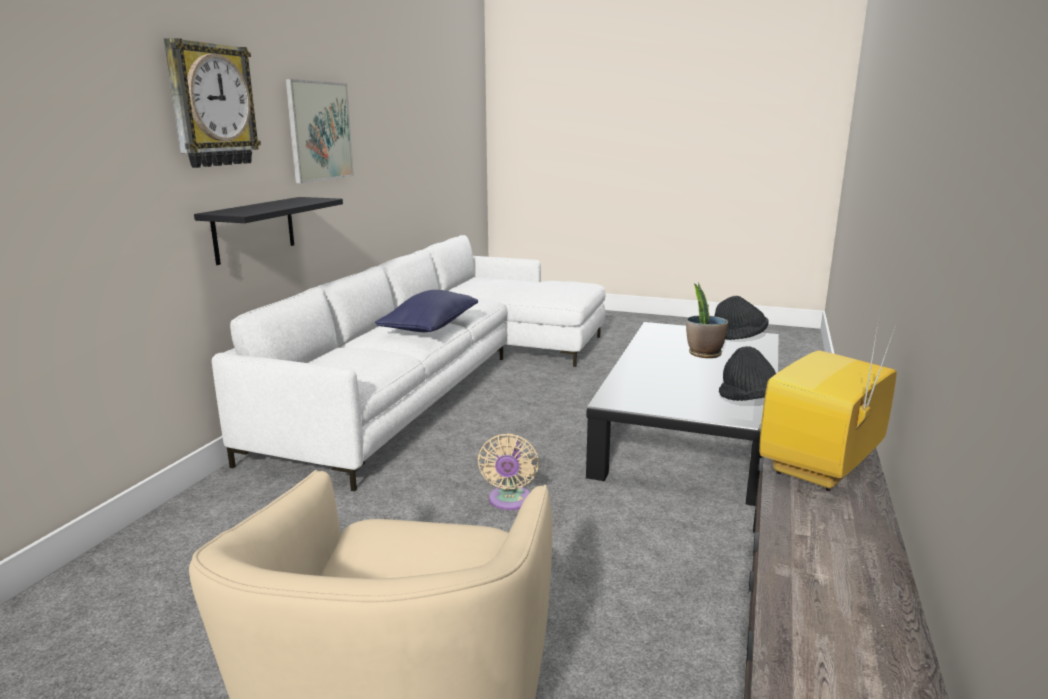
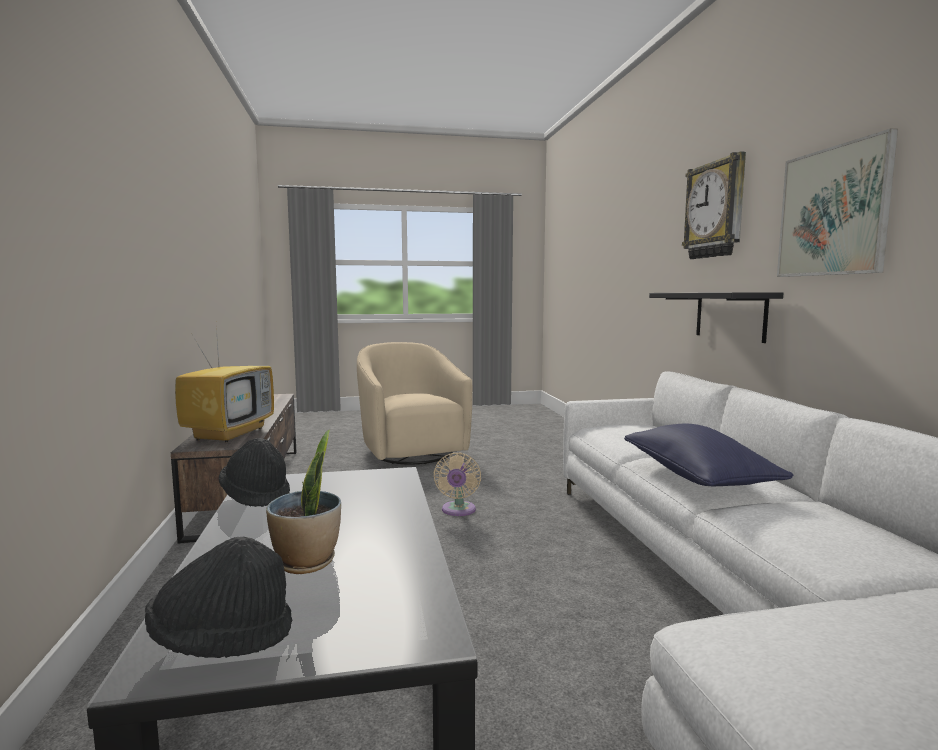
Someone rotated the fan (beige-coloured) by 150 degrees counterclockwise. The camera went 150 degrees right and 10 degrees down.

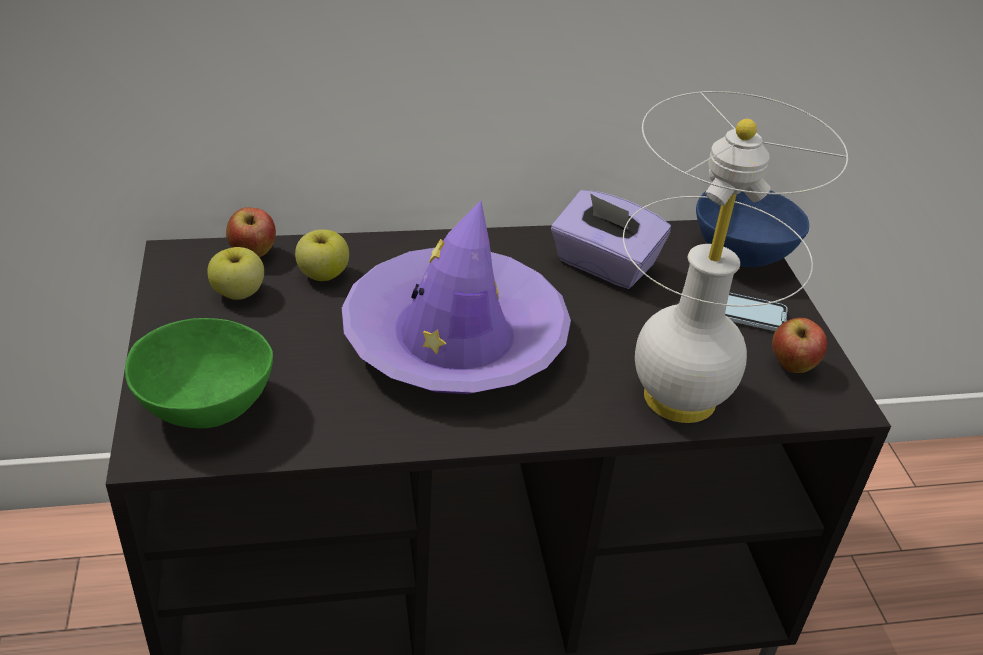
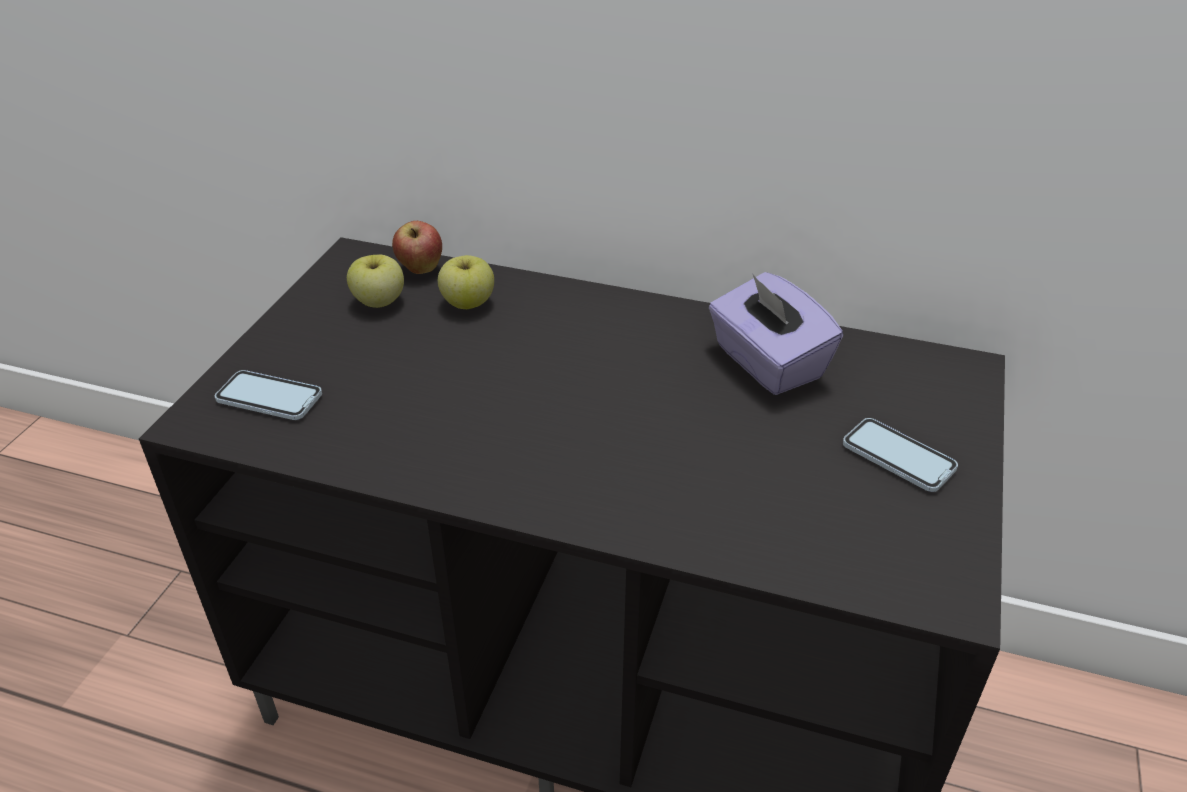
Someone swapped the deep dish (green) for the telephone (1st from left). Someone took away the wearable hat (purple). Someone took away the tabletop lamp (whitish). Someone took away the deep dish (bluish). Someone took away the whole apple (4th from left). The camera went 30 degrees right and 0 degrees up.

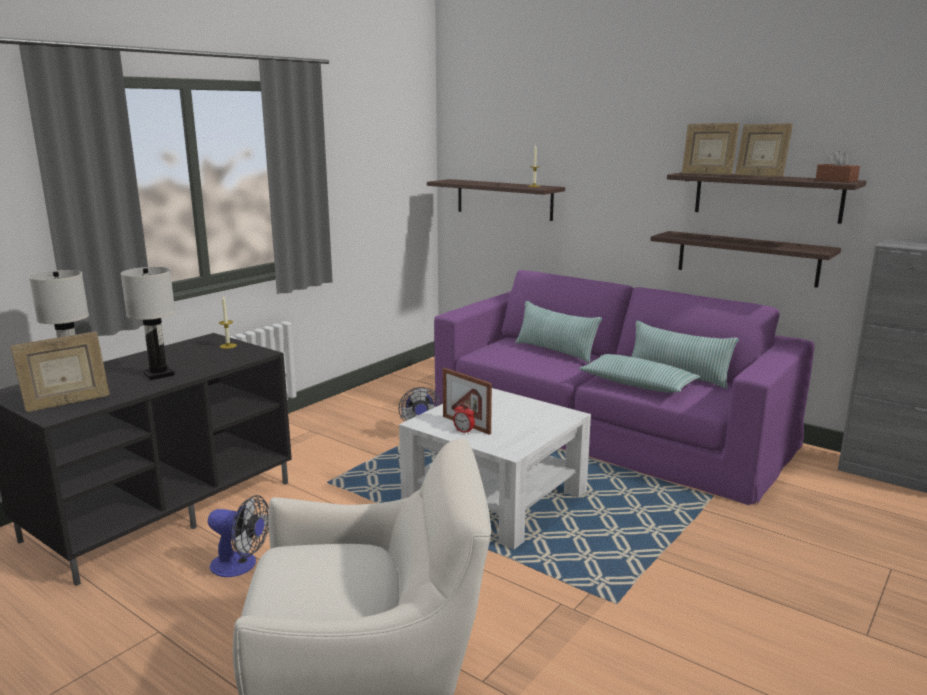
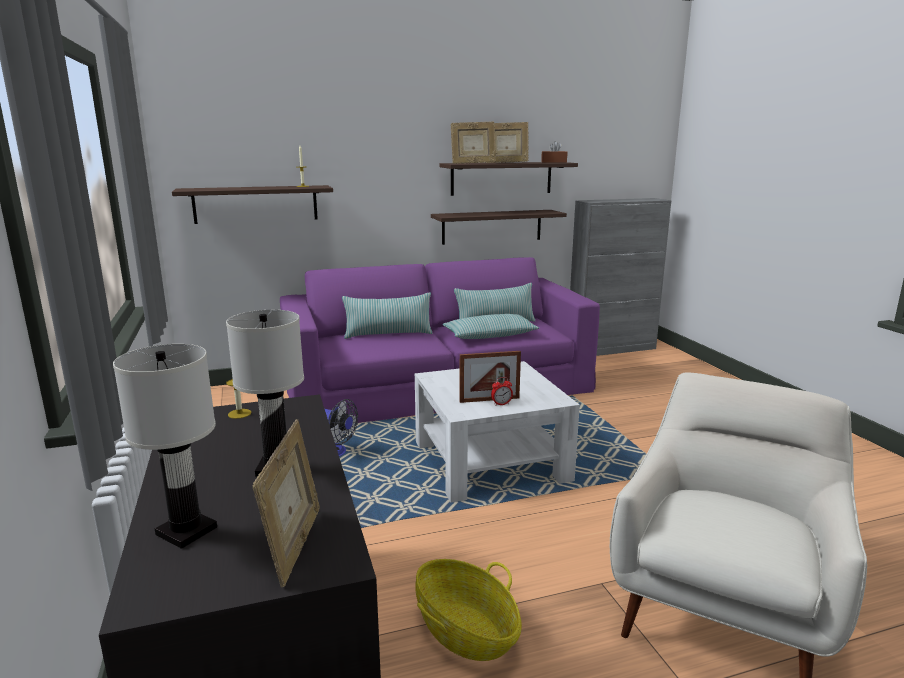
Someone swapped the fan (1st from left) for the household basket. The camera went 55 degrees left and 0 degrees up.

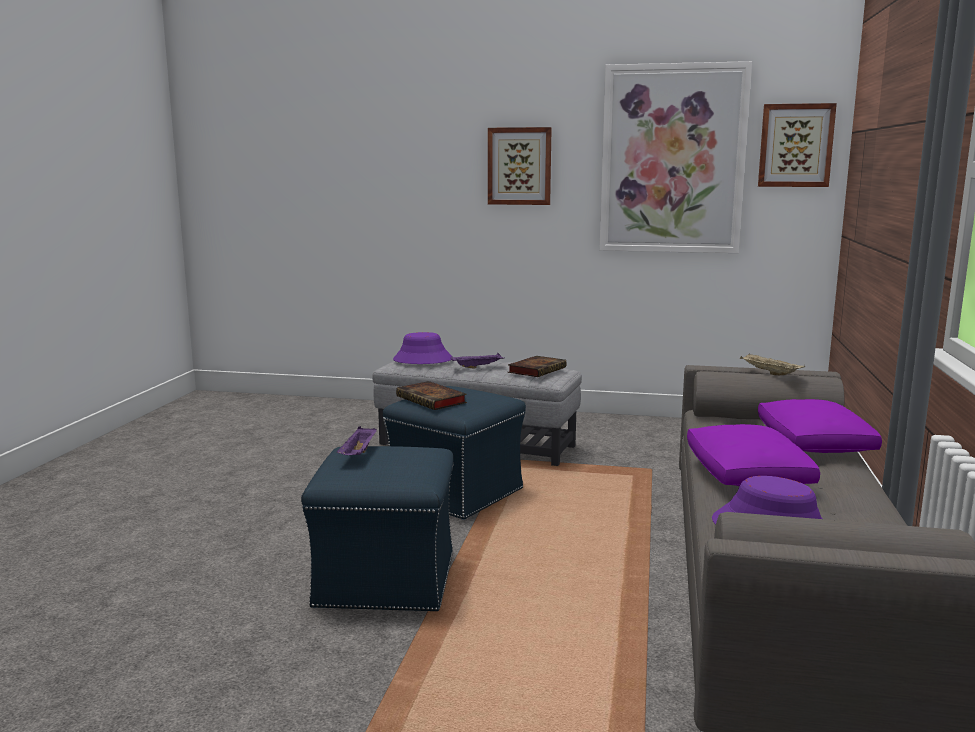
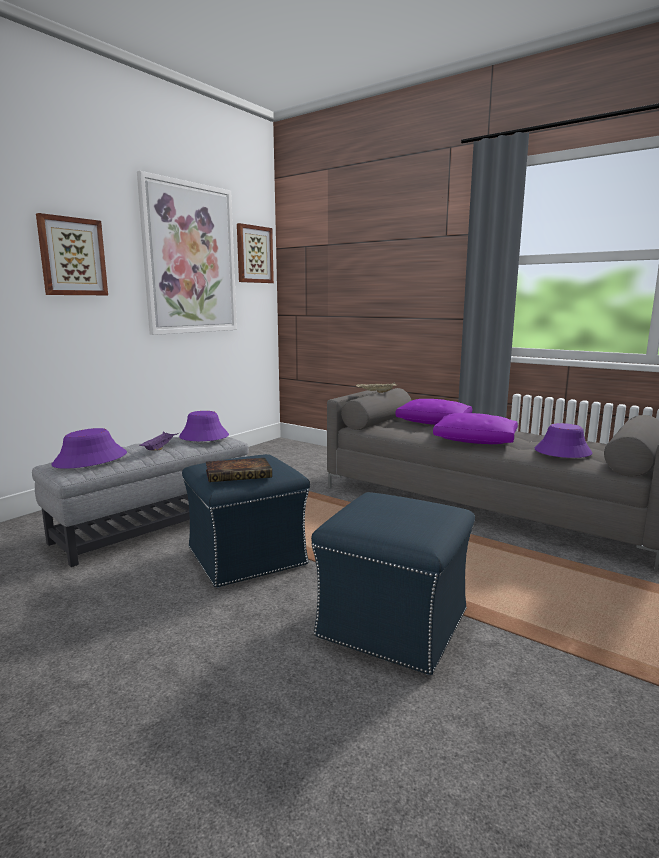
Someone took away the tray (purple) (1st from left). Someone swapped the bound book (2nd from left) for the wearable hat (purple) (2nd from left). The camera went 65 degrees left and 0 degrees up.

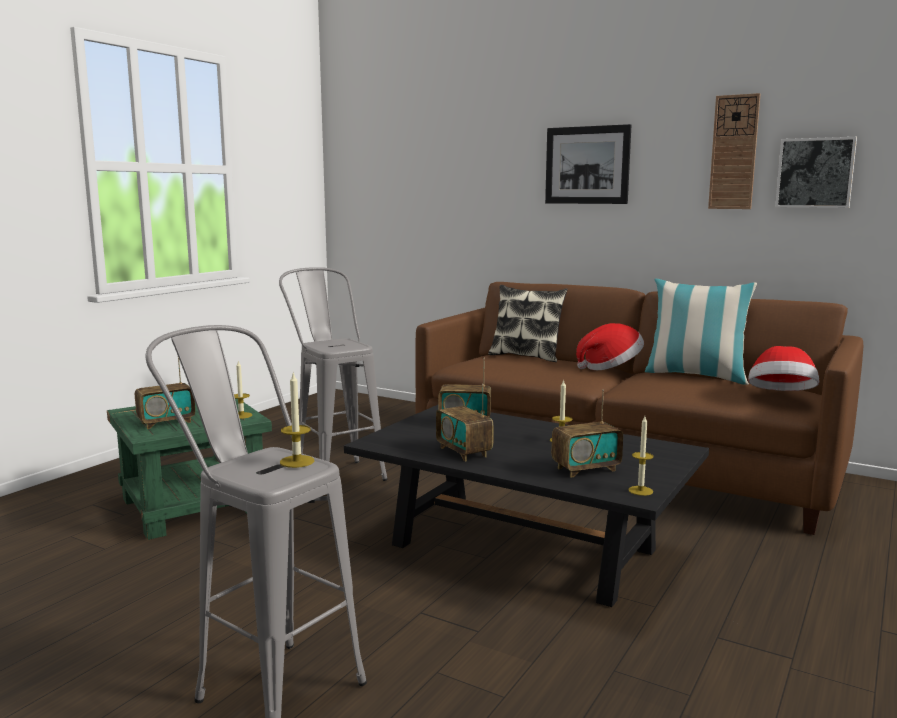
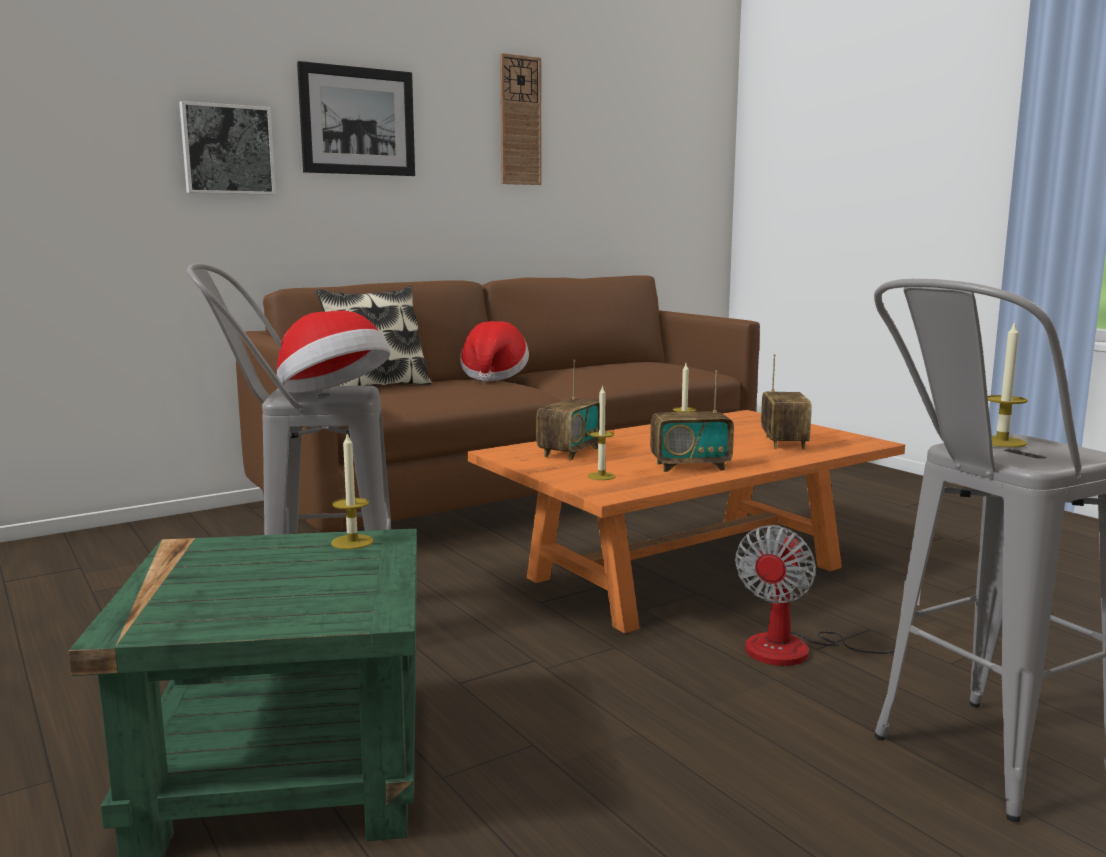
Someone took away the radio receiver (1st from left). Someone repainted the coffee table (blackish), which became the coffee table (orangey). Someone carried the wax light (4th from left in the first image). Someone took away the throw pillow (2nd from left). Someone carried the wearable hat (2nd from left in the first image). Someone carried the wall art (2nd from left in the first image). Someone put down the fan. The camera went 65 degrees left and 0 degrees up.

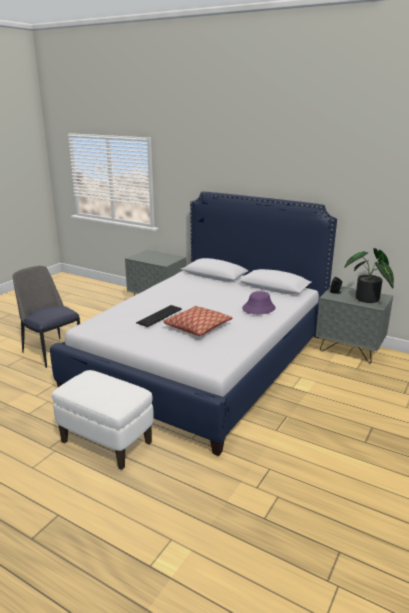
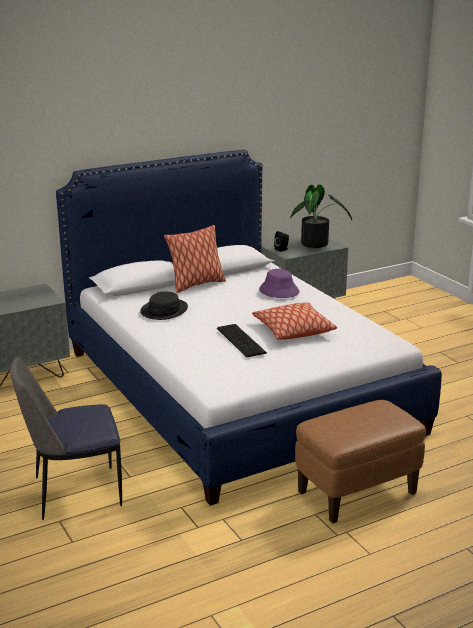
Someone repainted the pouffe (whitish), which became the pouffe (brownish). Someone put down the wearable hat (blackish). Someone put down the throw pillow (1st from left). The camera went 60 degrees left and 0 degrees up.

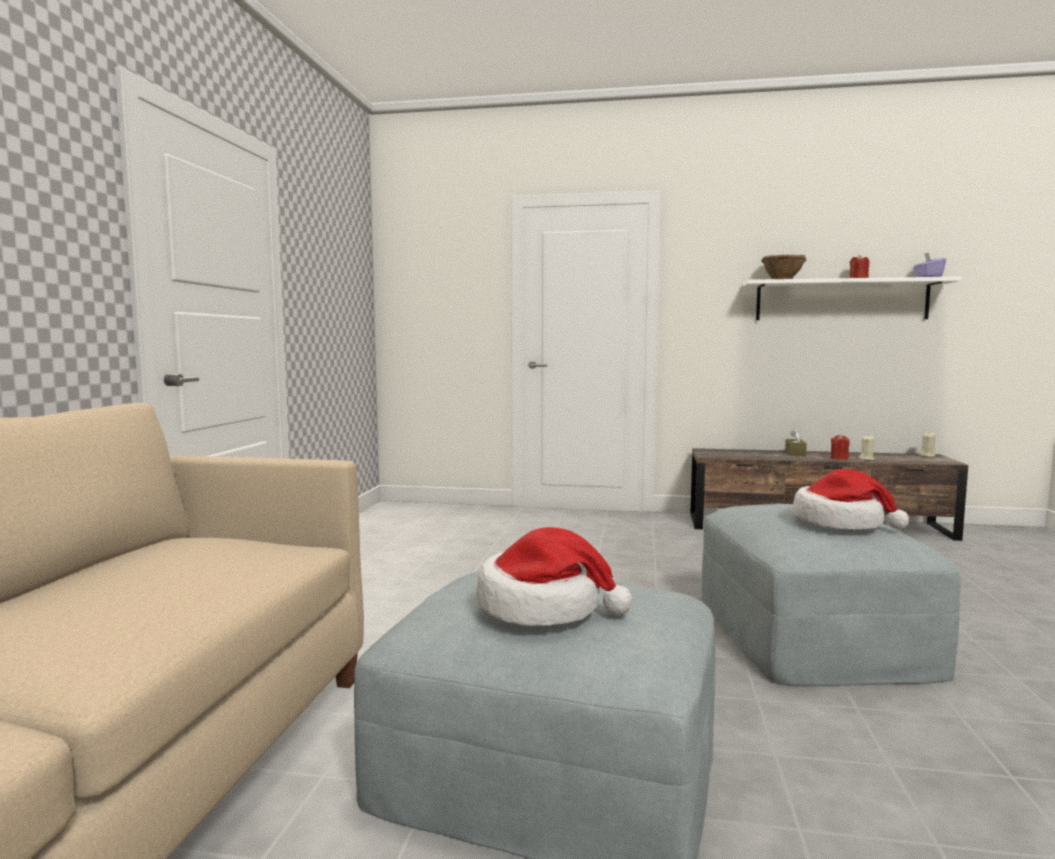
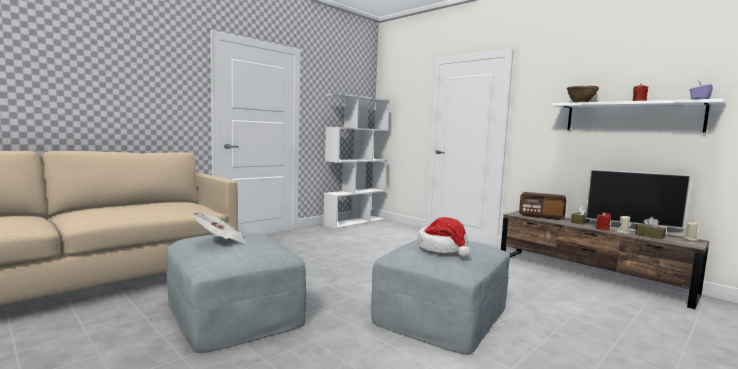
Someone swapped the wearable hat (1st from left) for the daily paper. Someone put down the shelving unit (whitish). Someone put down the radio receiver. Someone put down the TV. Someone put down the box of tissues (brownish) (2nd from left). The camera went 35 degrees right and 0 degrees up.

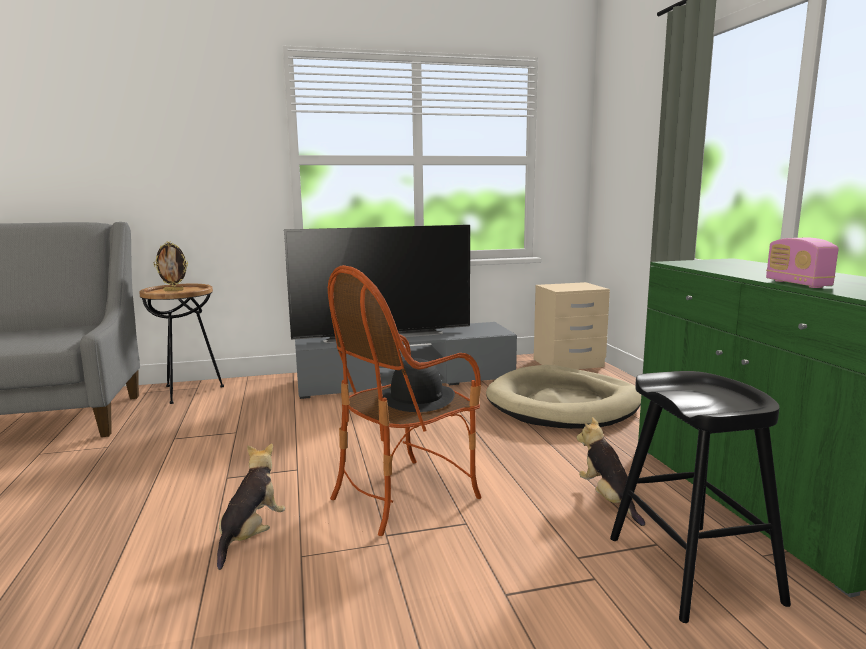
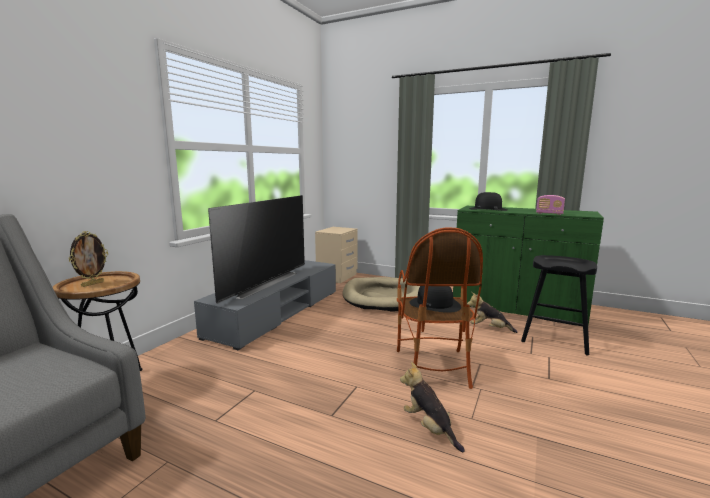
Someone put down the wearable hat (blackish) (2nd from left). The camera went 50 degrees left and 0 degrees up.

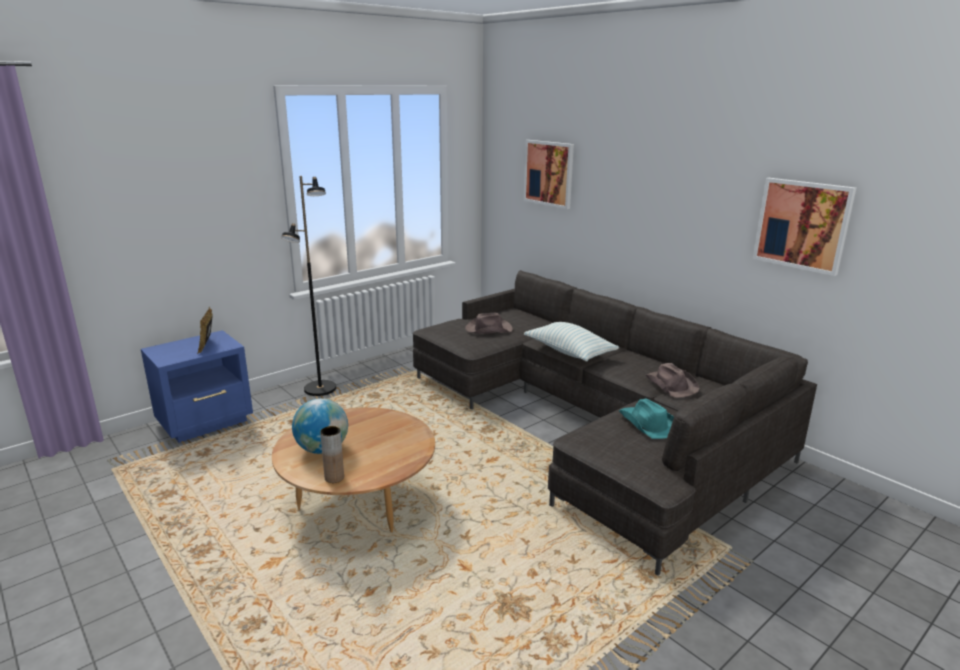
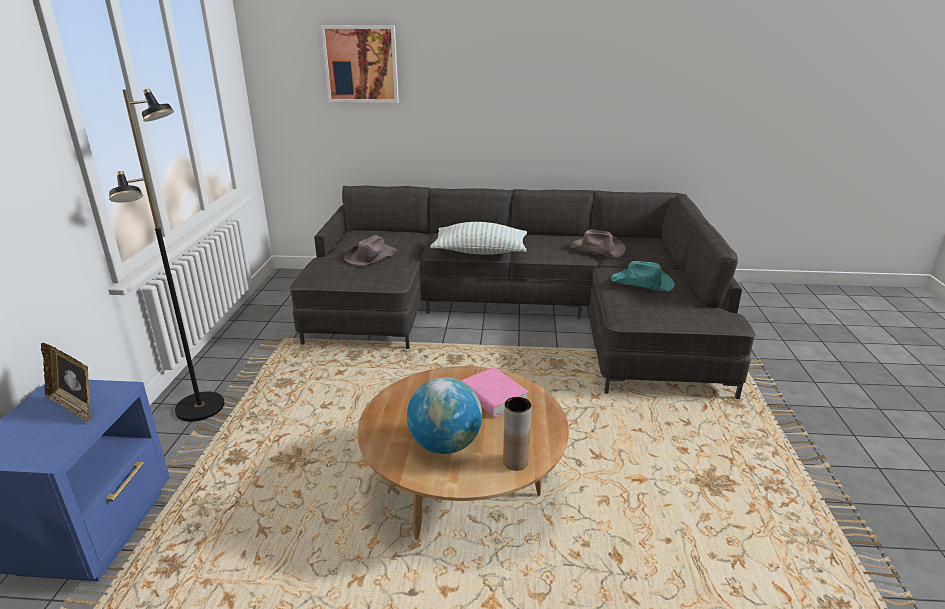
Someone took away the wall art (2nd from left). Someone put down the bound book (pinkish). The camera went 45 degrees left and 5 degrees up.

